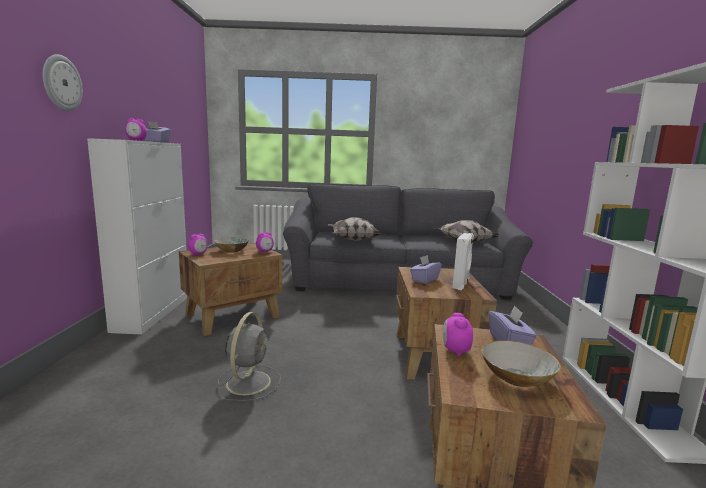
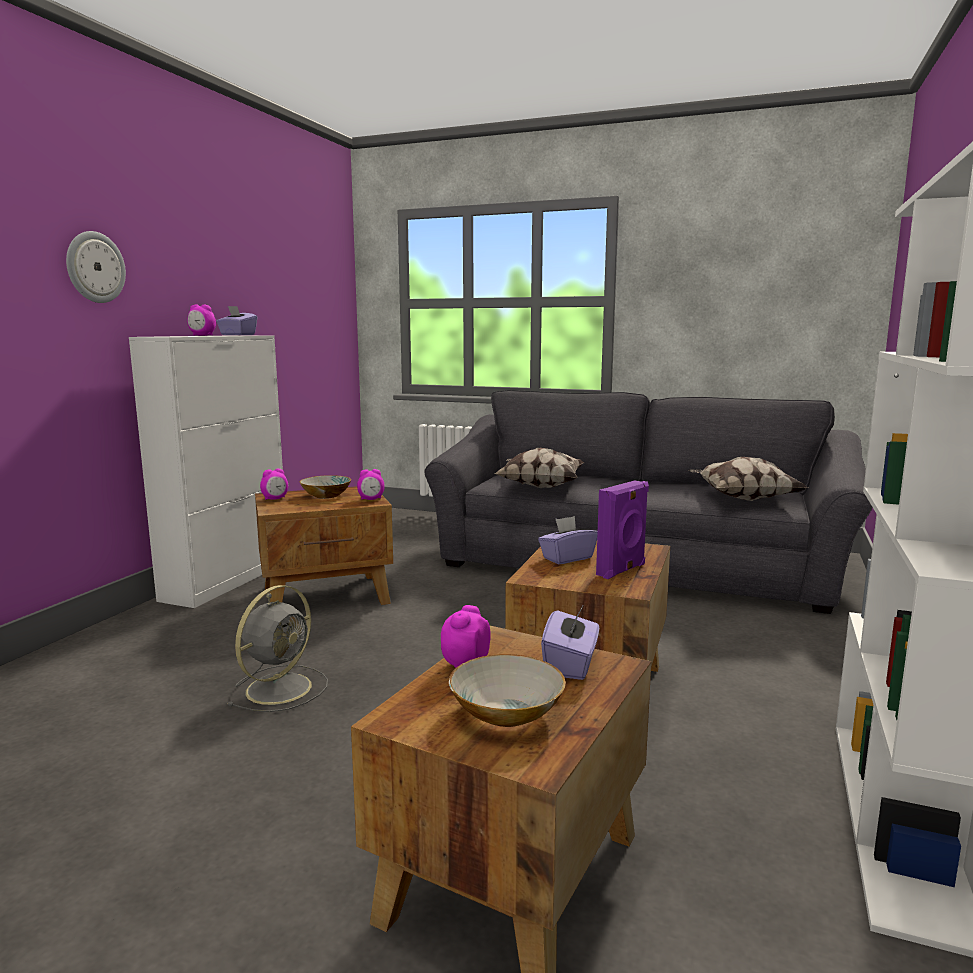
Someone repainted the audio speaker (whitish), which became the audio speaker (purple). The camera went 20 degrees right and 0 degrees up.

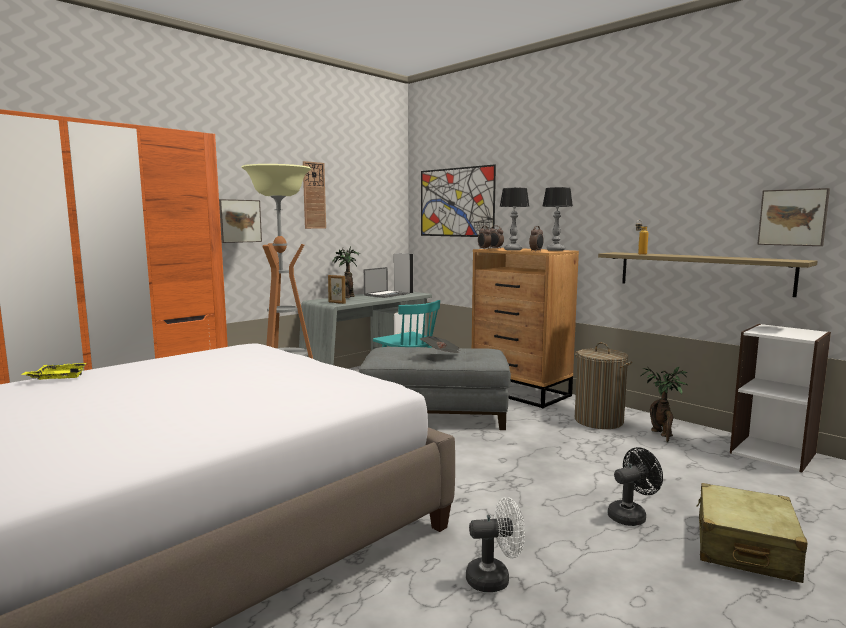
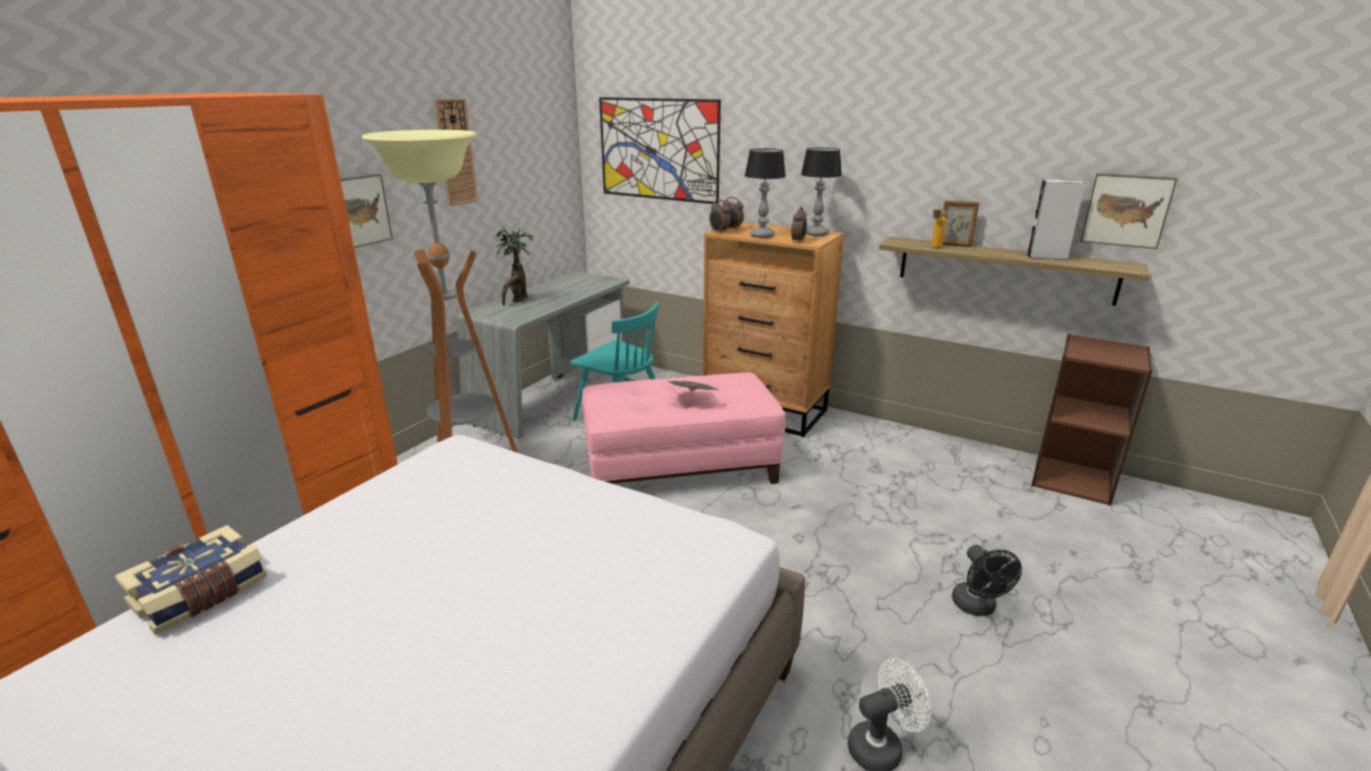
Someone swapped the tray (yellowish) for the bound book. Someone carried the photo frame. Someone repainted the pouffe (grey), which became the pouffe (pinkish). Someone took away the notebook computer. Someone carried the audio speaker (grey). Someone took away the washing basket. Someone rotated the fan (blackish) by 120 degrees clockwise. Someone took away the houseplant (2nd from left). Someone took away the travel case (beige-coloured). Someone repainted the shelving unit (whitish), which became the shelving unit (brownish). The camera went 15 degrees left and 15 degrees up.

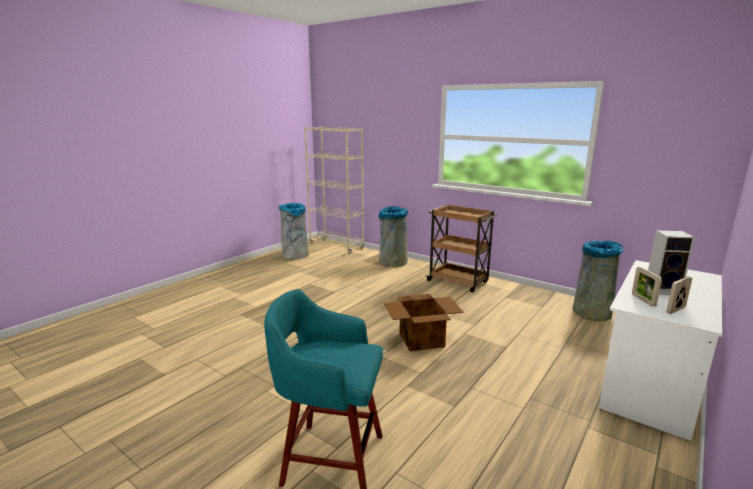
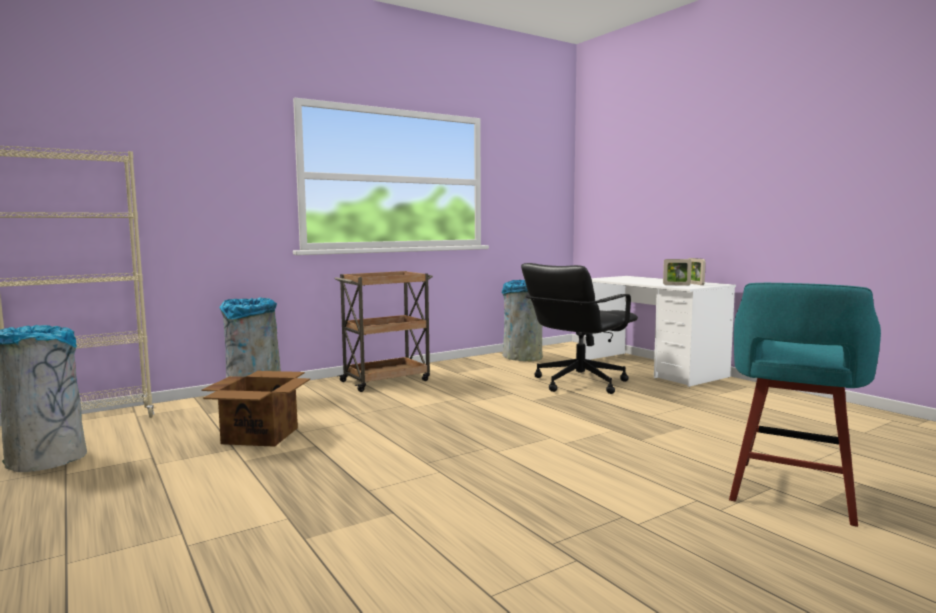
Someone carried the carton. Someone took away the audio speaker. Someone put down the computer chair (blackish). The camera went 70 degrees left and 10 degrees down.

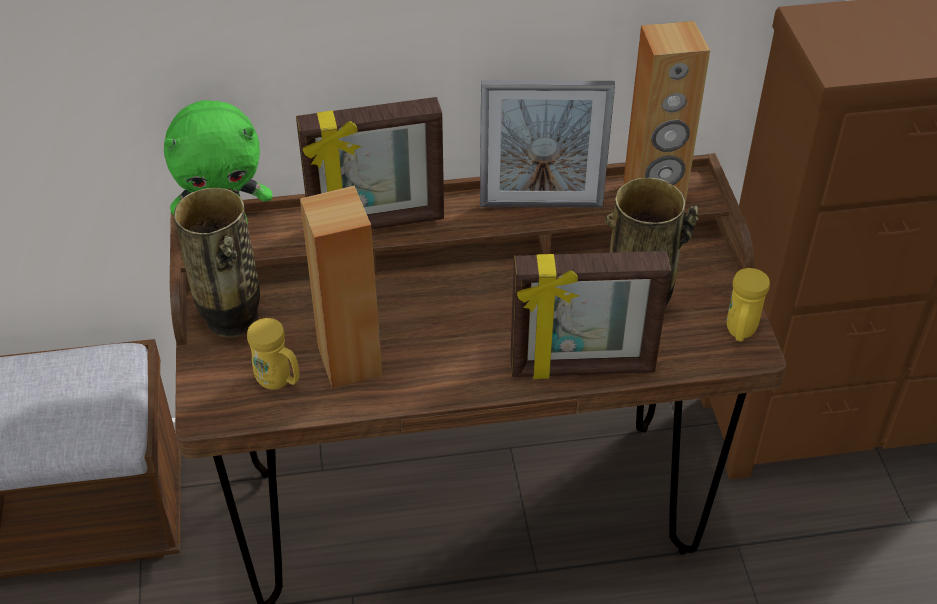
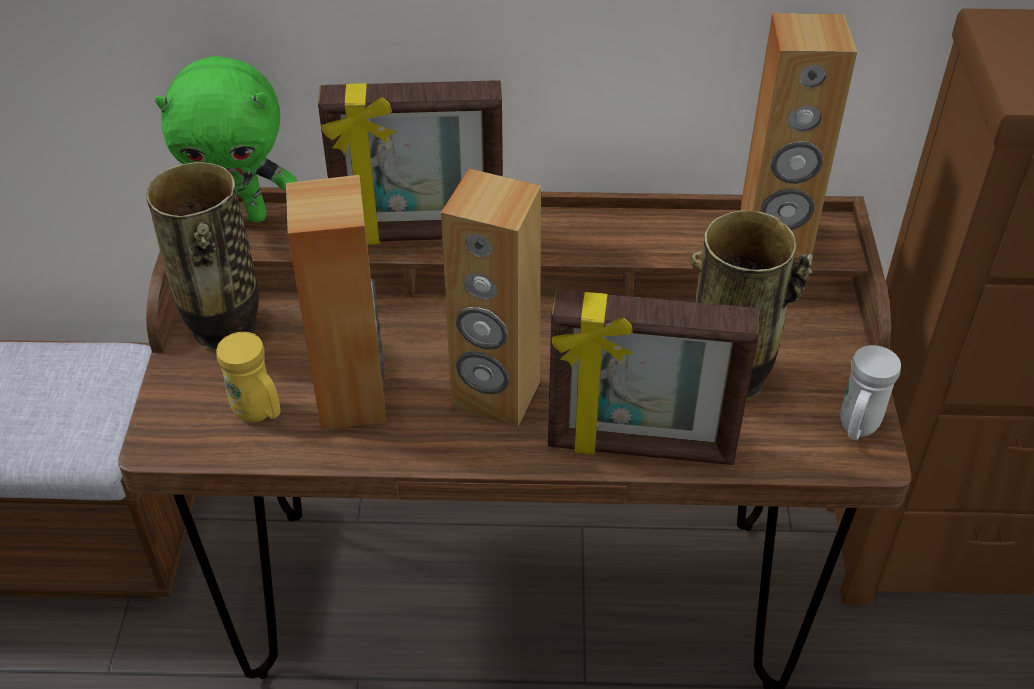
Someone took away the photo frame (2nd from left). Someone repainted the mug (yellowish) (2nd from left), which became the mug (whitish). Someone put down the audio speaker (brownish) (2nd from left). The camera went 10 degrees right and 0 degrees up.

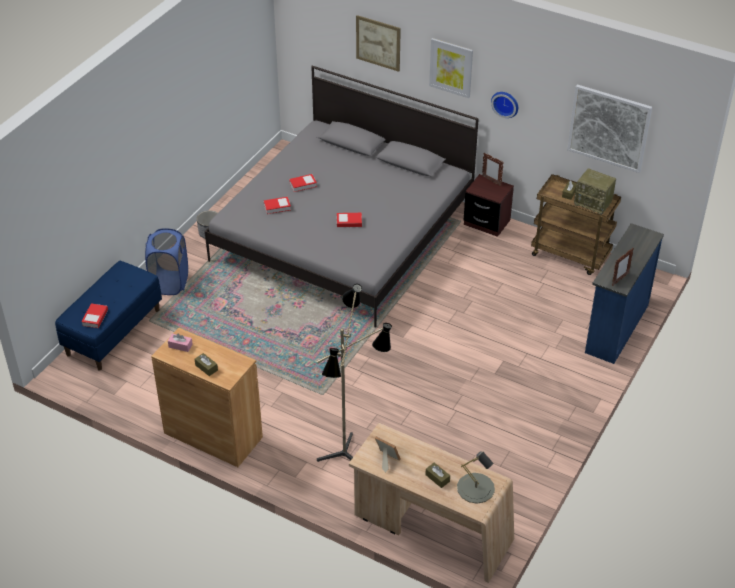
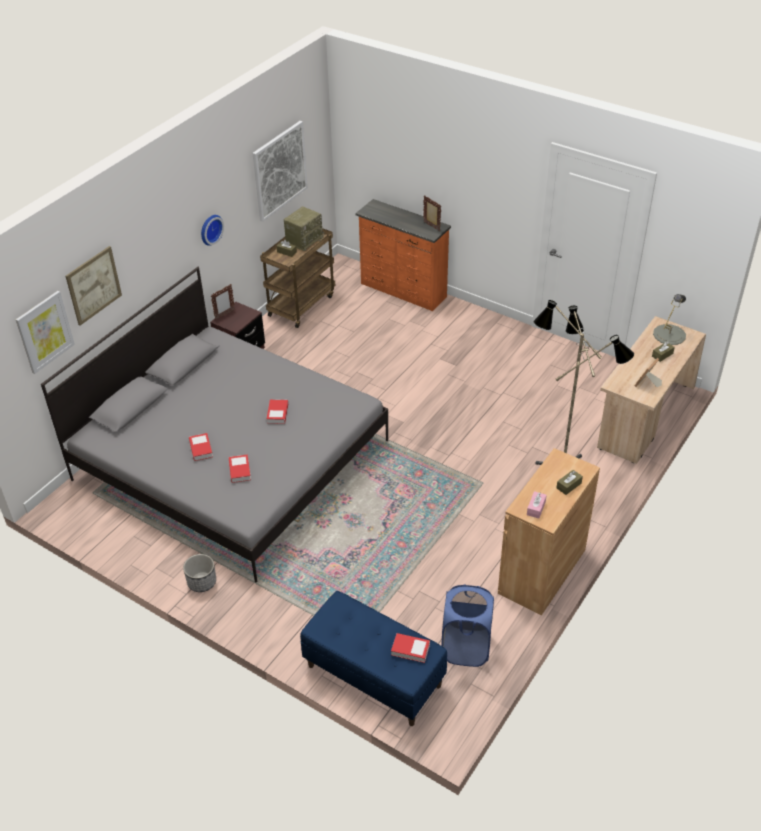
Someone carried the washing basket (bluish). Someone carried the wall art (2nd from left in the first image). Someone repainted the chest of drawers (bluish), which became the chest of drawers (orangey). The camera went 85 degrees left and 0 degrees up.

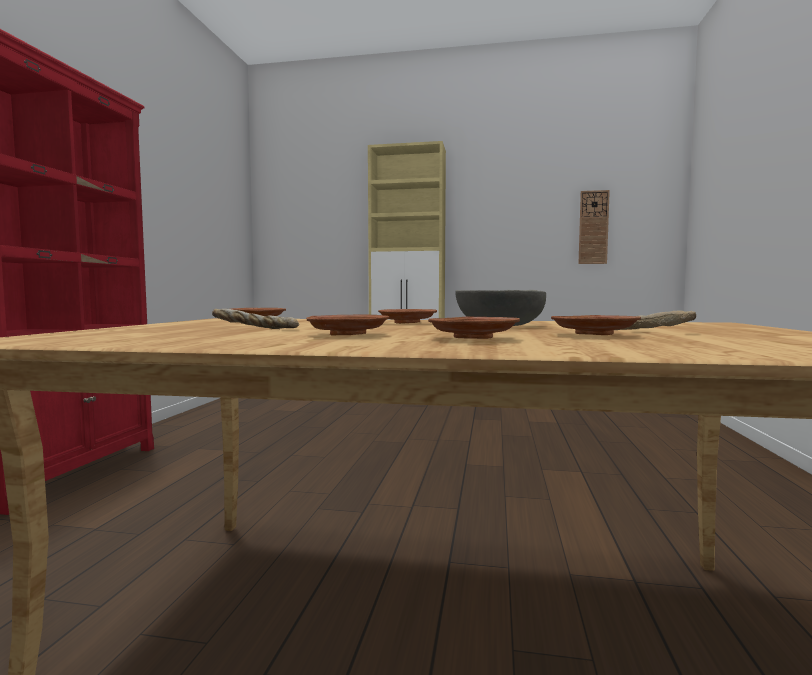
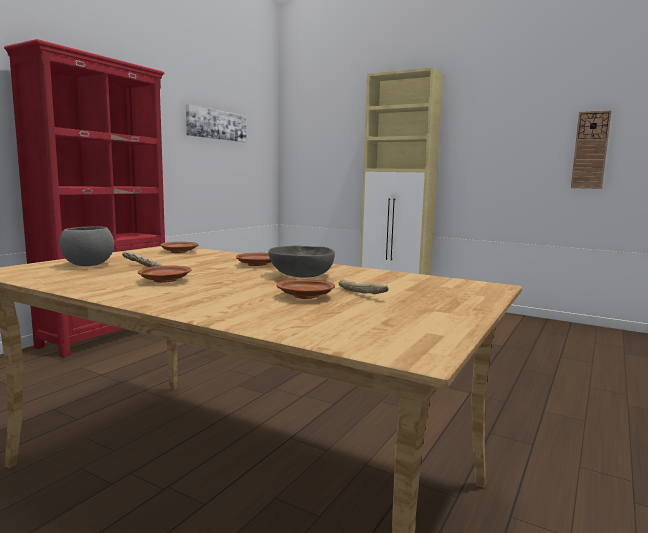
Someone took away the flat dish (brownish) (4th from left). Someone put down the deep dish (grey) (1st from left). Someone put up the wall art. The camera went 20 degrees right and 5 degrees up.

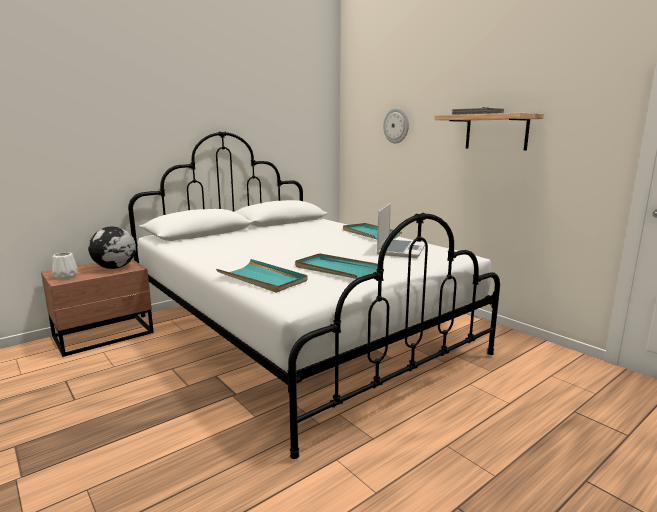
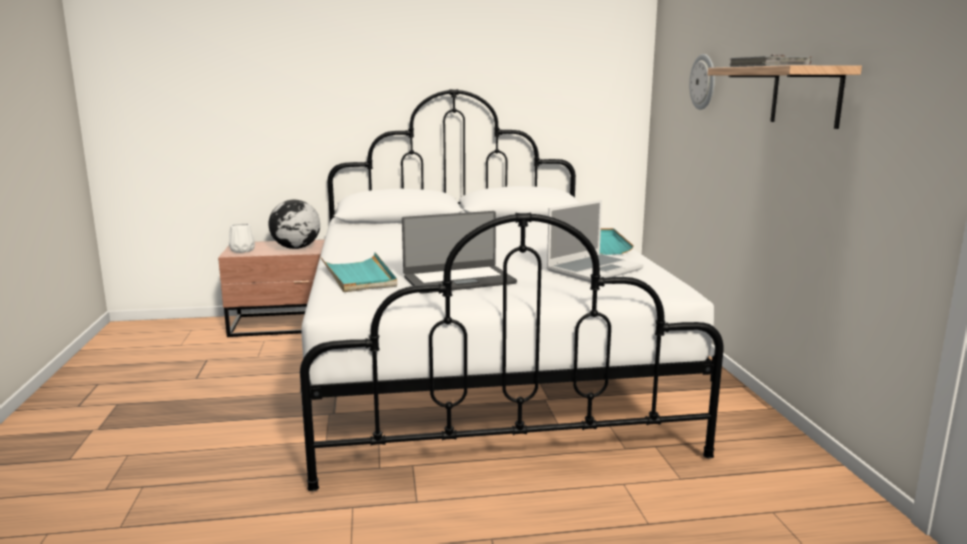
Someone swapped the tray (blue-green) (2nd from left) for the notebook computer (1st from left). The camera went 30 degrees right and 0 degrees up.

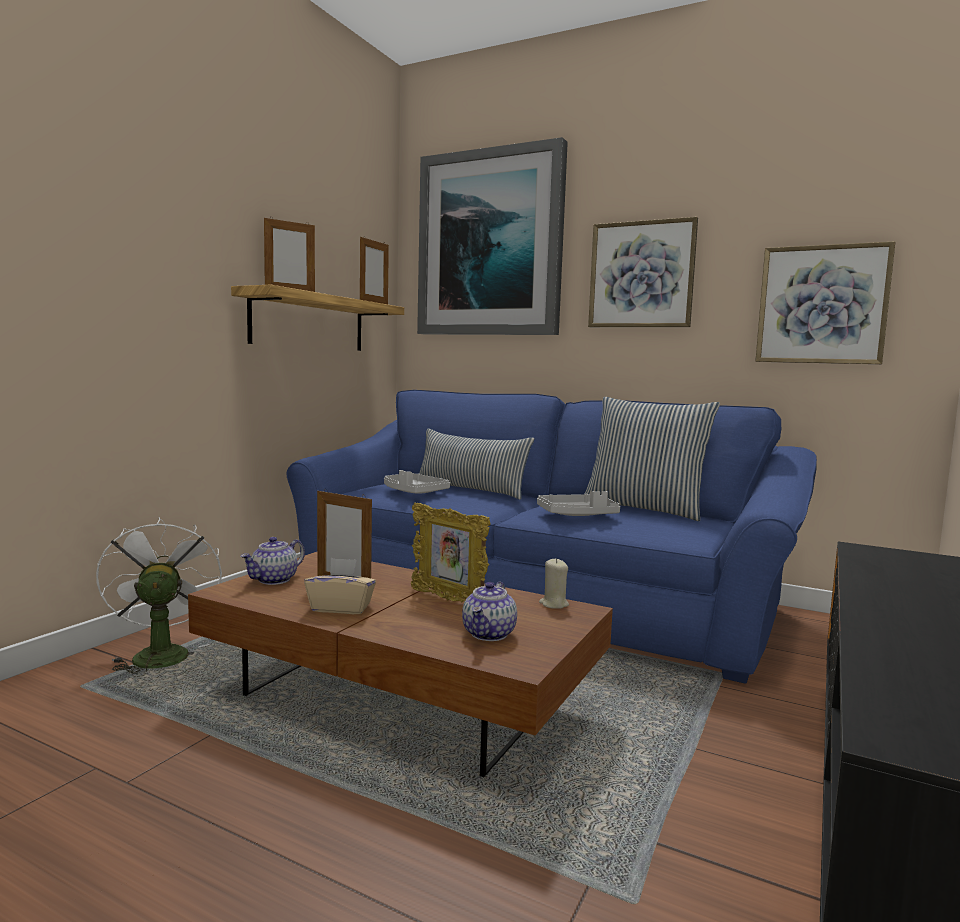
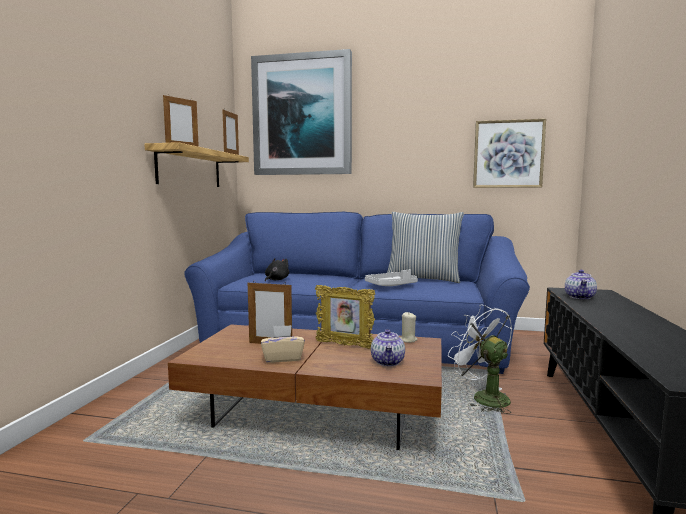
Someone carried the fan (whitish). Someone carried the teapot (1st from left in the first image). Someone swapped the tray (grey) (1st from left) for the soft toy (blackish). Someone took away the throw pillow (1st from left). Someone took away the wall art (2nd from left). The camera went 15 degrees left and 0 degrees up.

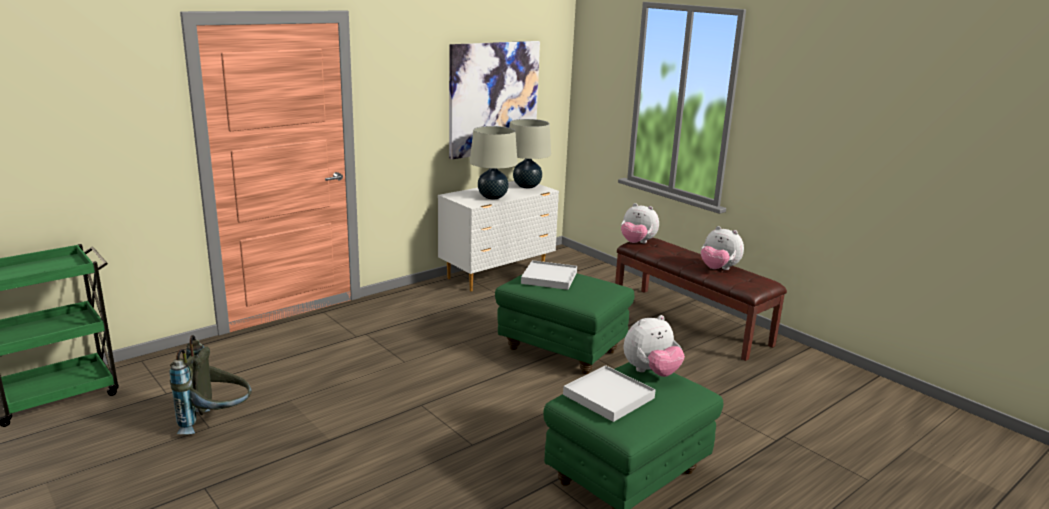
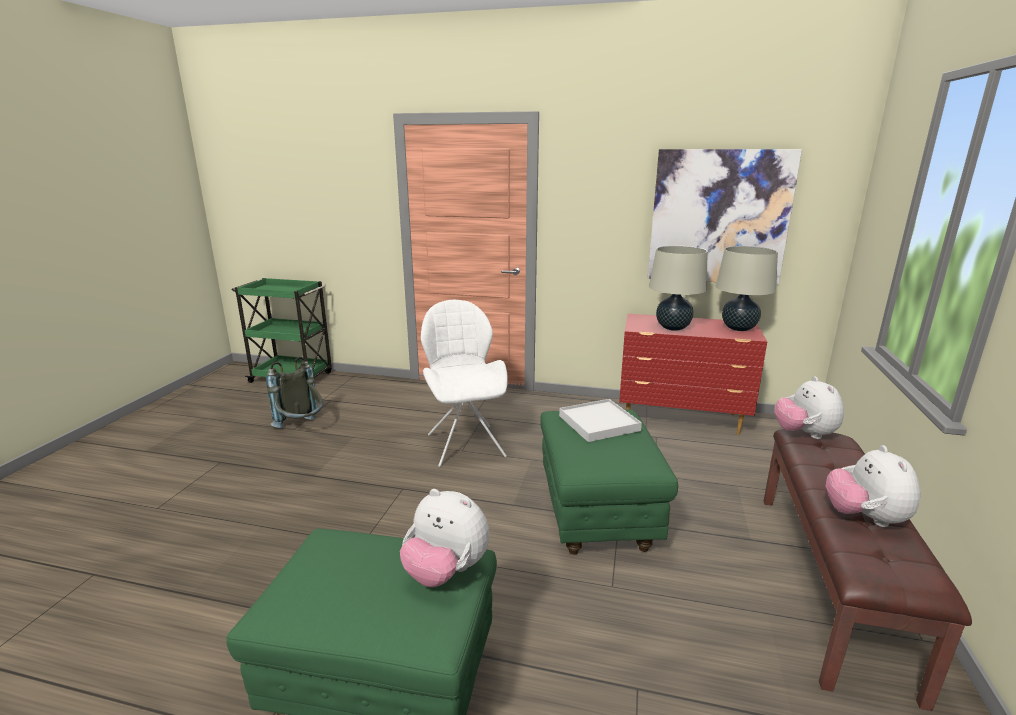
Someone repainted the chest of drawers (whitish), which became the chest of drawers (red). Someone took away the tray (whitish) (2nd from left). Someone put down the plain chair (whitish). The camera went 55 degrees right and 0 degrees up.

